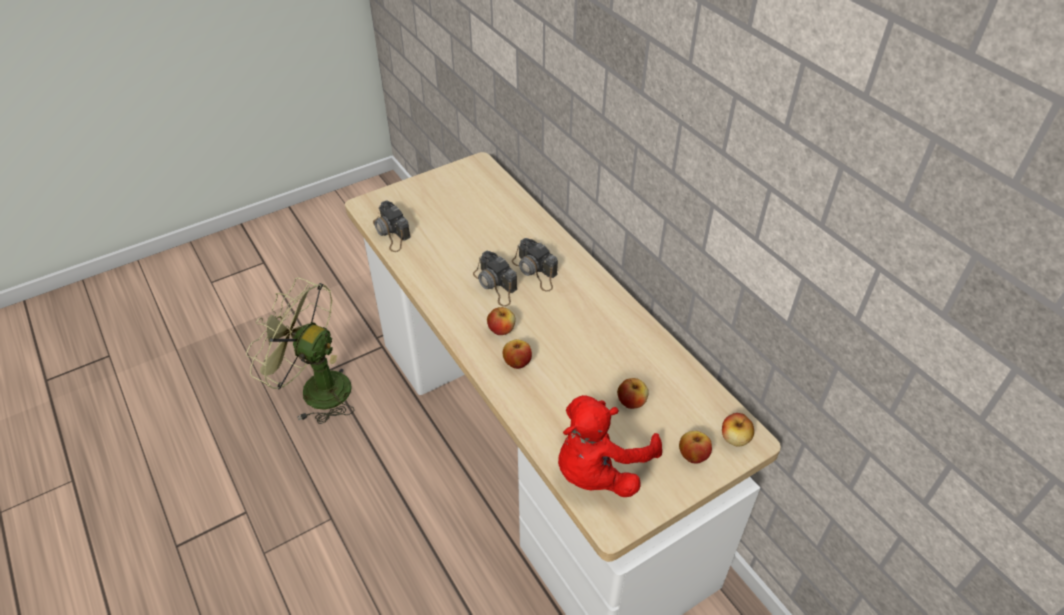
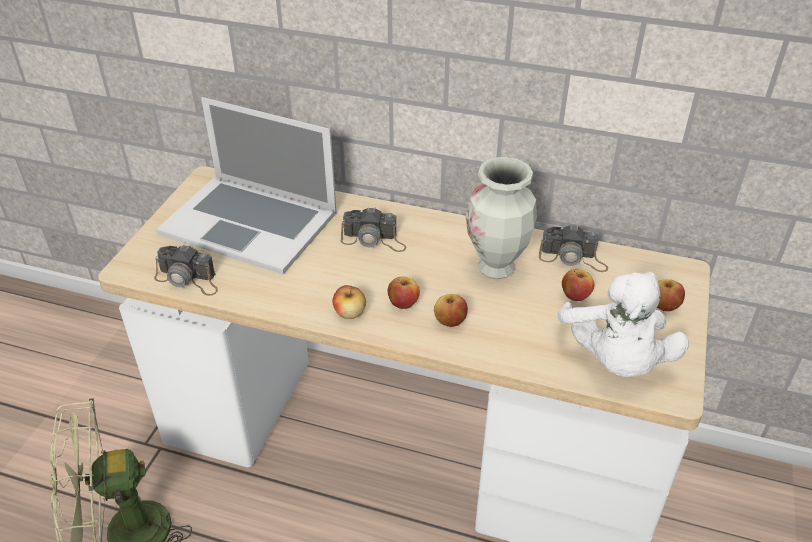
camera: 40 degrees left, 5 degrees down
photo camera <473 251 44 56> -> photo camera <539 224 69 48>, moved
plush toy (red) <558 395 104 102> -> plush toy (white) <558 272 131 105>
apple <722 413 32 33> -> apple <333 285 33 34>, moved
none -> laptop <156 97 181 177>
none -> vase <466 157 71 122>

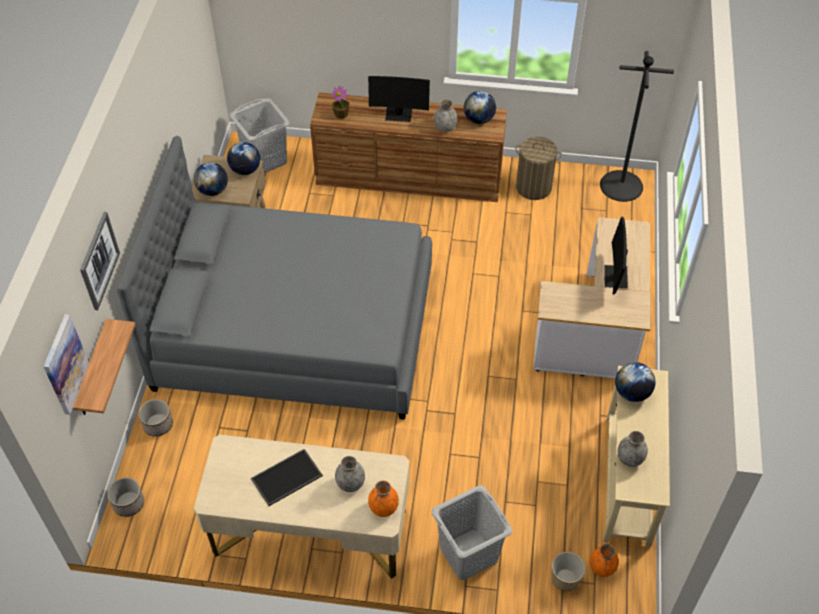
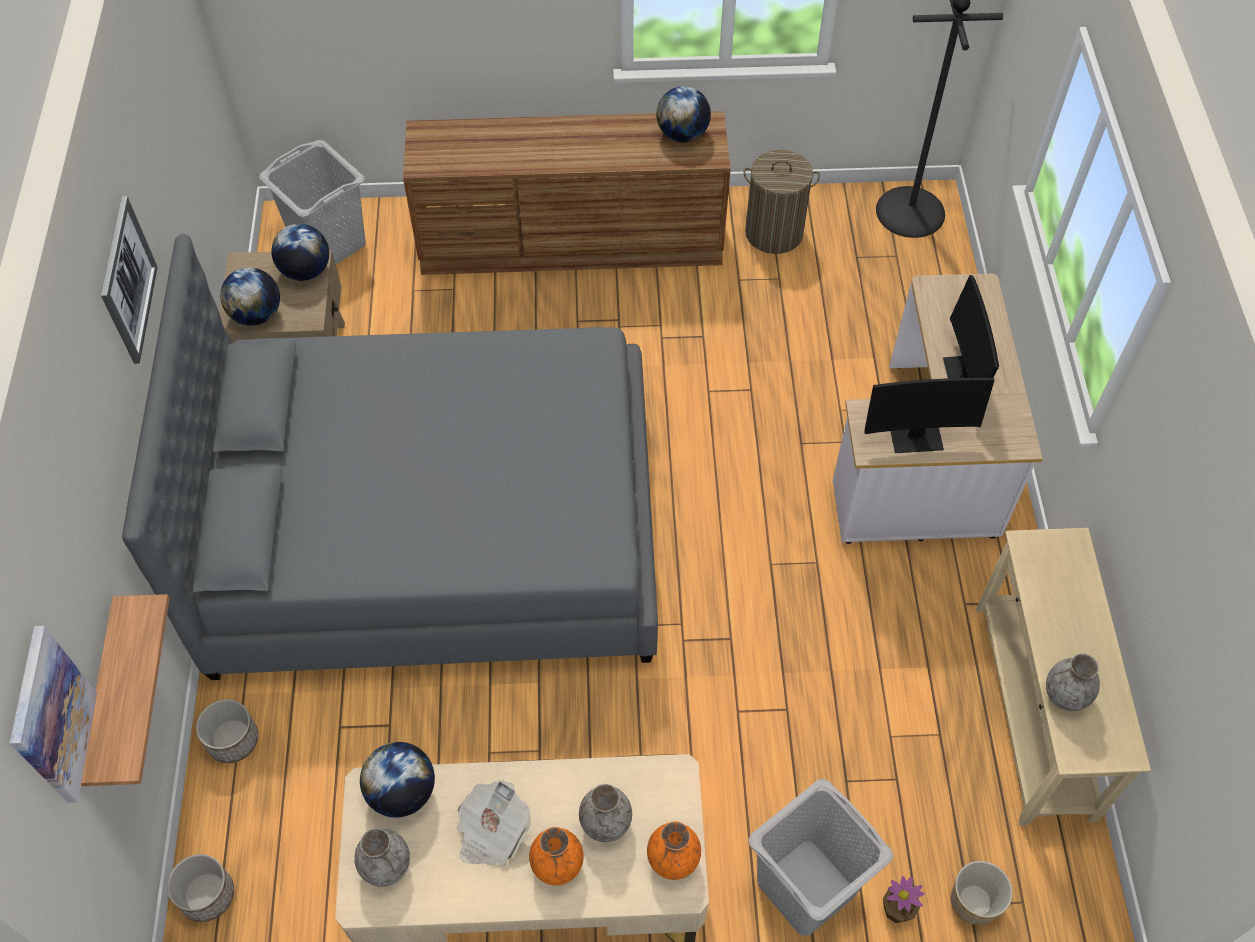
camera: 10 degrees left, 5 degrees up
picture <80 212 40 98> -> picture <101 196 57 168>, moved
tray <251 449 72 57> -> newspaper <457 780 74 87>
potted plant <331 86 18 33> -> potted plant <883 876 42 47>, moved
monitor <368 76 62 46> -> monitor <864 378 130 75>, moved
vase (grey) <434 99 23 33> -> vase (grey) <354 828 56 59>, moved
vase (orange) <590 544 29 33> -> vase (orange) <529 827 55 58>, moved
globe <615 362 40 40> -> globe <360 742 75 76>, moved

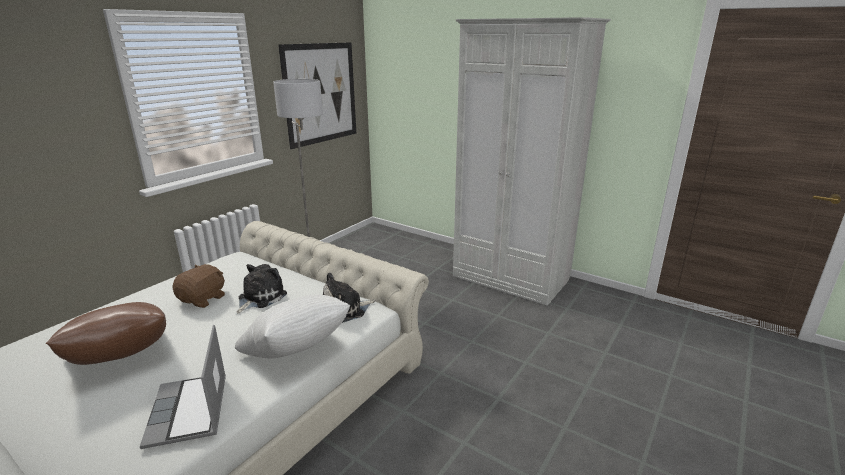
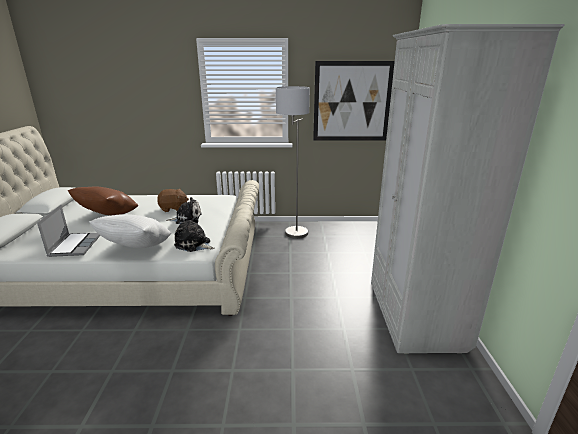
camera: 55 degrees right, 0 degrees up
laptop <140 325 86 124> -> laptop <37 205 63 52>, 135 degrees clockwise

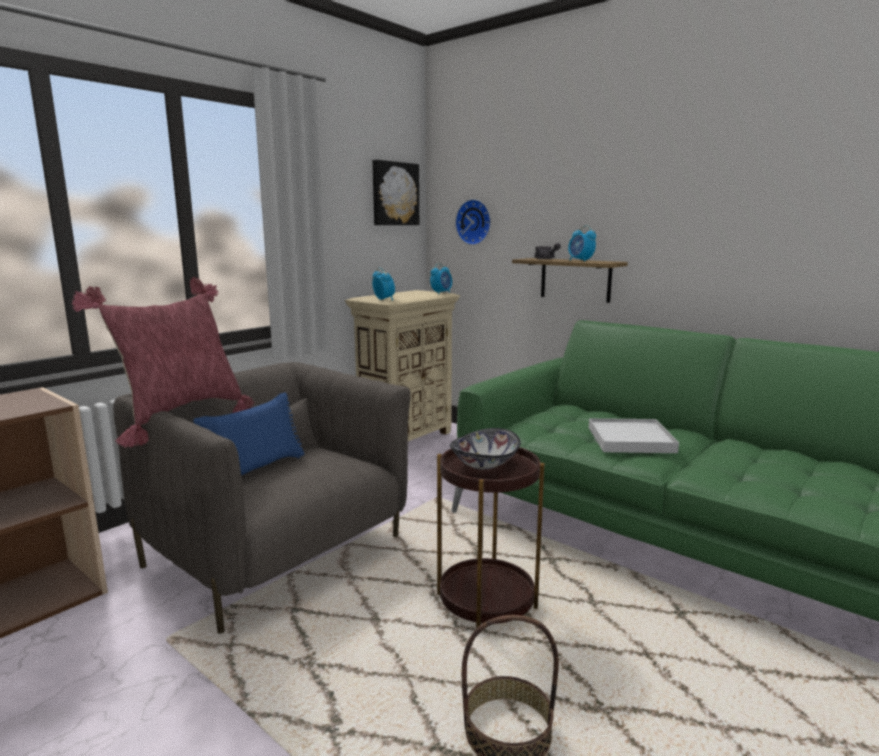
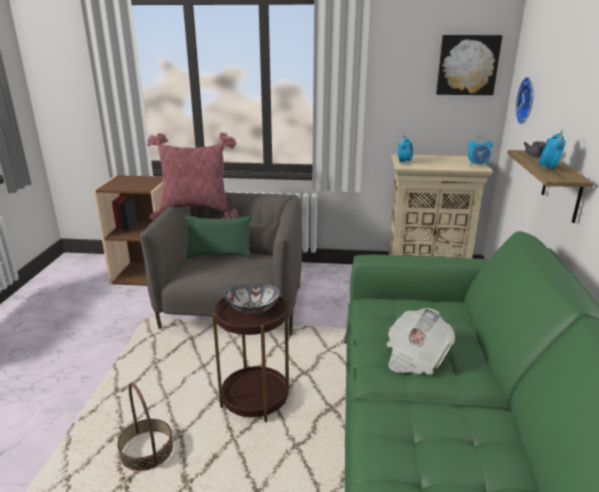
camera: 55 degrees right, 10 degrees up
pillow (blue) <193 392 111 83> -> pillow (green) <185 215 67 44>
tray (white) <589 418 90 35> -> newspaper <386 308 69 67>

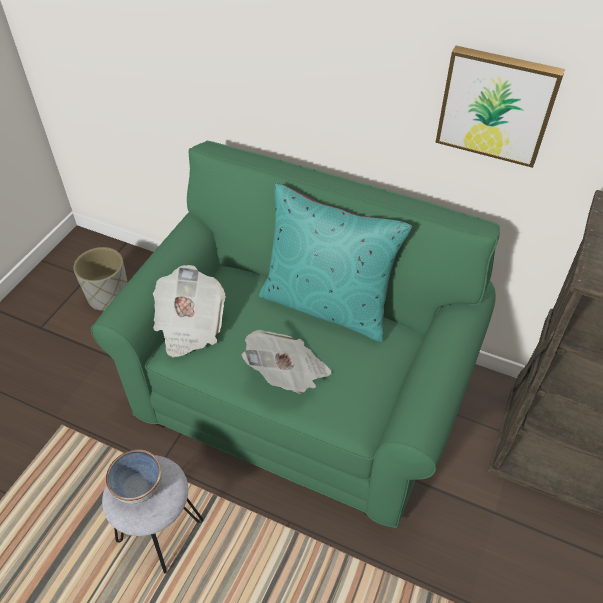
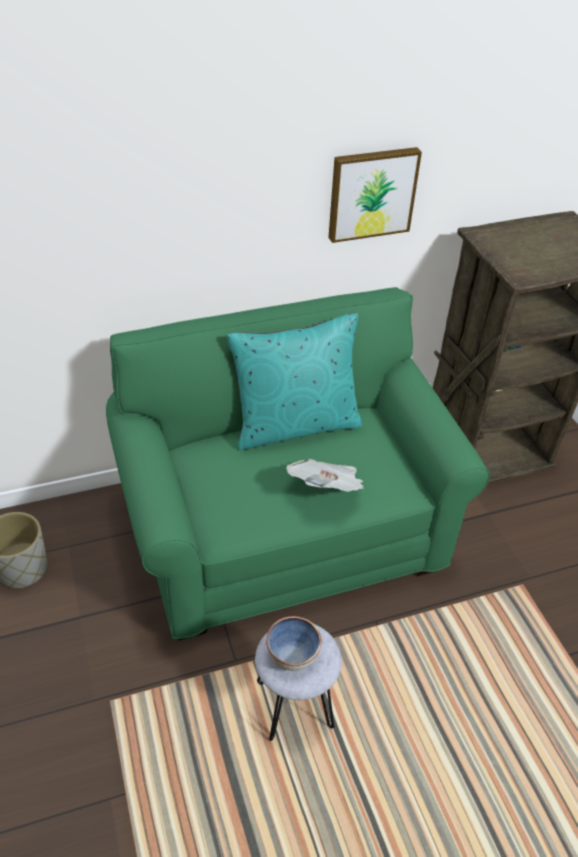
camera: 45 degrees left, 5 degrees down
newspaper <153 265 73 92> -> none

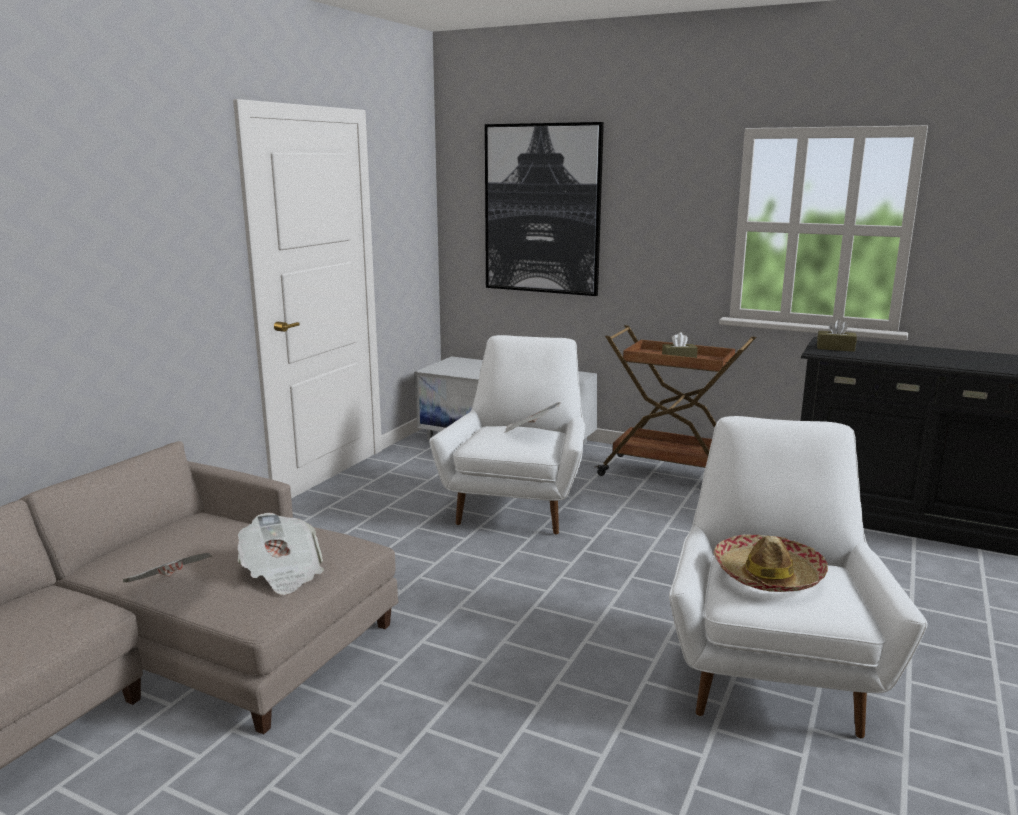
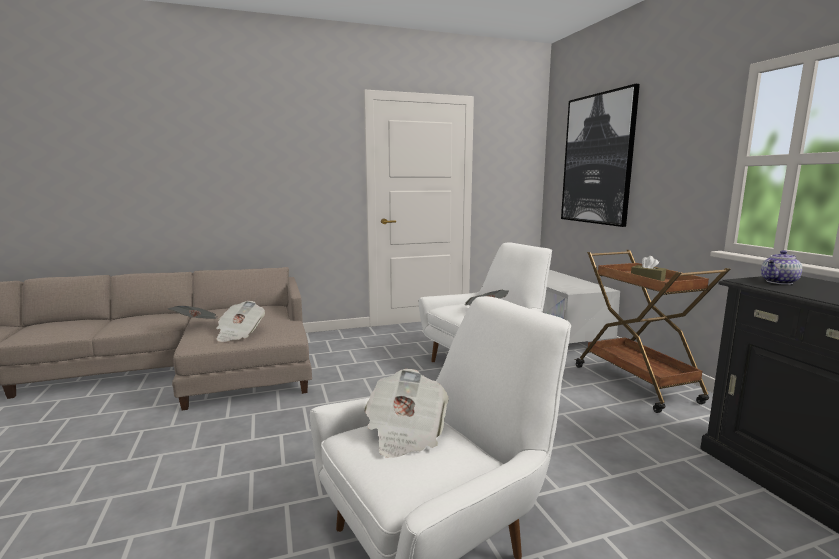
camera: 45 degrees right, 5 degrees down
hat <714 534 114 58> -> newspaper <364 369 85 89>
tissue box (brown) <817 319 40 33> -> teapot <761 250 41 35>

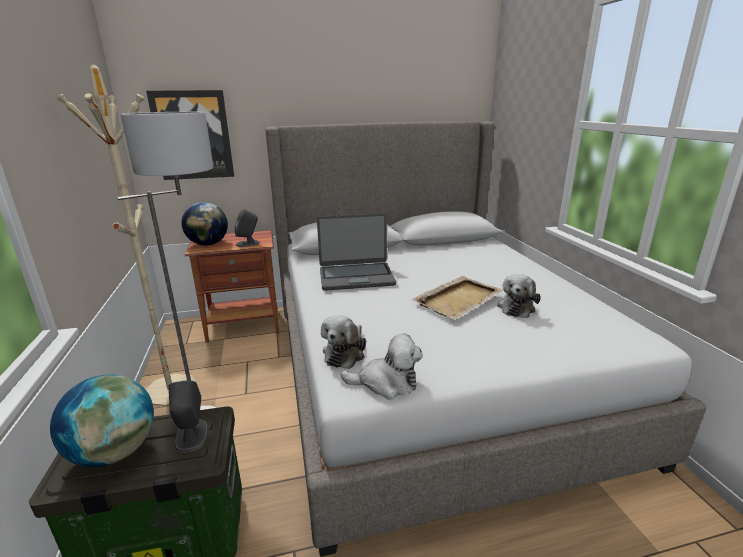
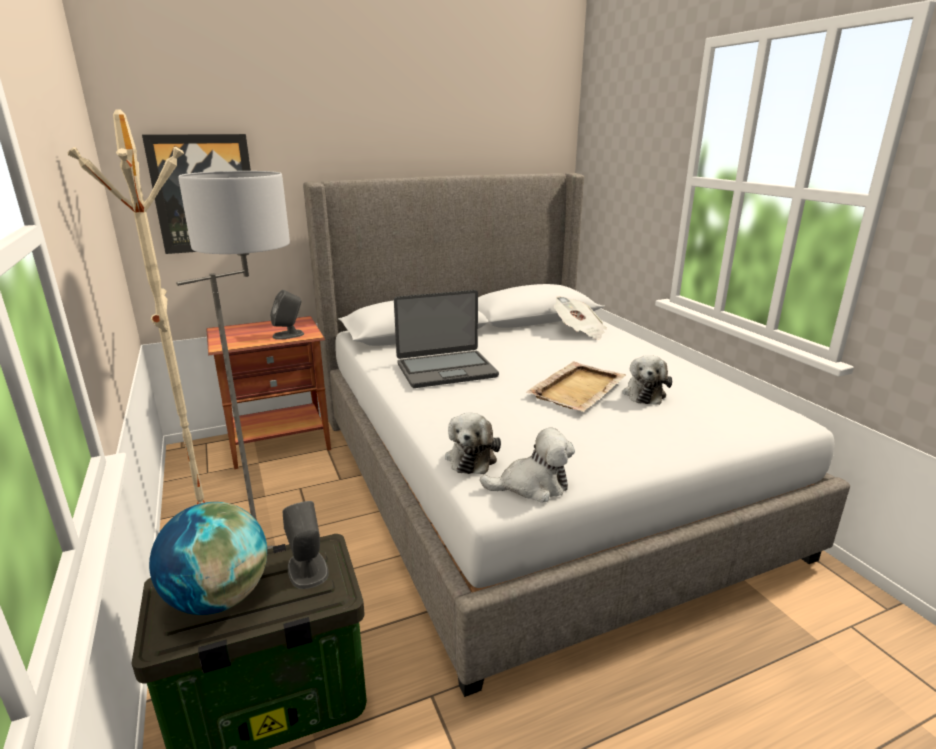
camera: 10 degrees left, 0 degrees up
globe <182 202 46 44> -> none
none -> newspaper <554 296 53 44>

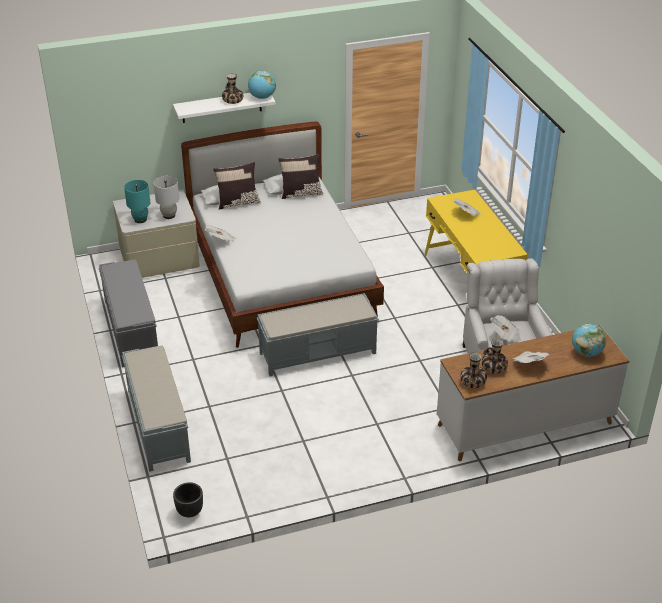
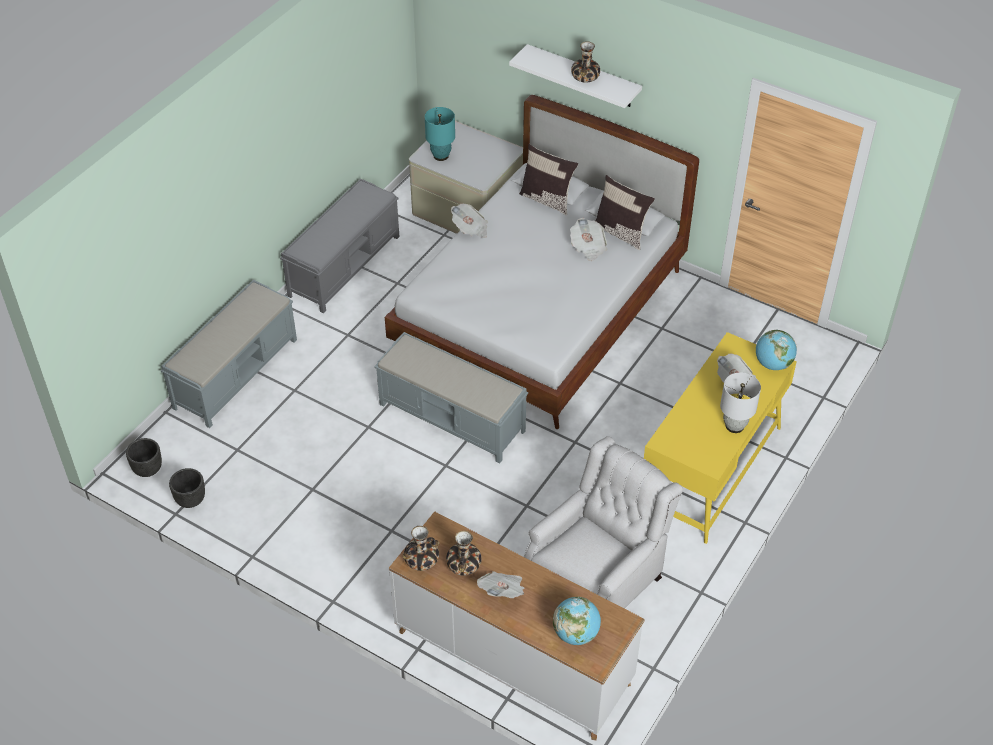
camera: 50 degrees right, 10 degrees up
table lamp (white) <154 176 25 43> -> table lamp (white) <720 372 41 61>, moved
globe <248 71 28 28> -> globe <756 330 41 40>, moved
newspaper <491 315 30 27> -> newspaper <570 218 38 43>, moved
none -> planter (black) <169 468 36 40>

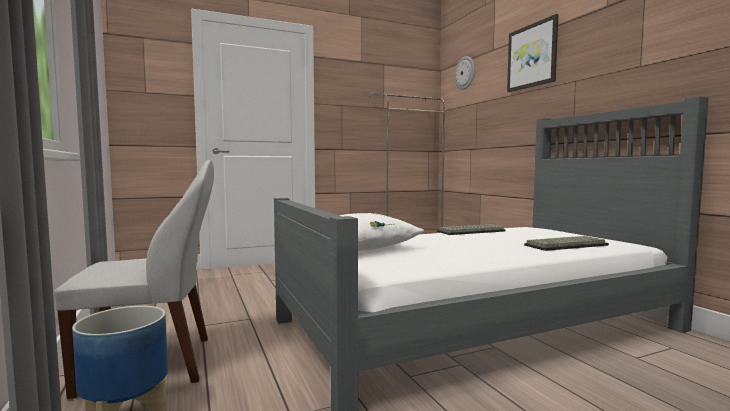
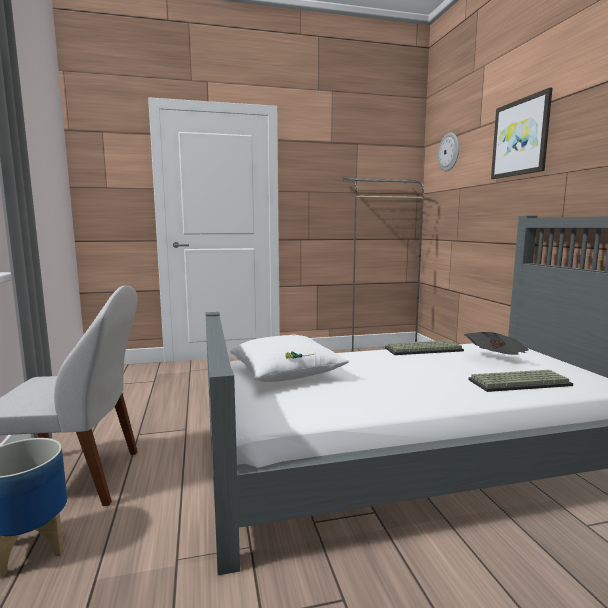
camera: 10 degrees right, 5 degrees up
none -> newspaper <464 332 65 23>

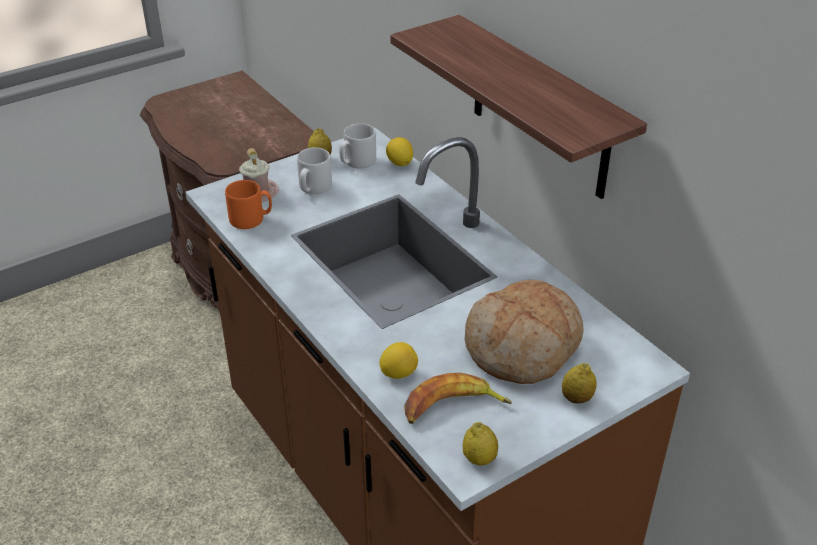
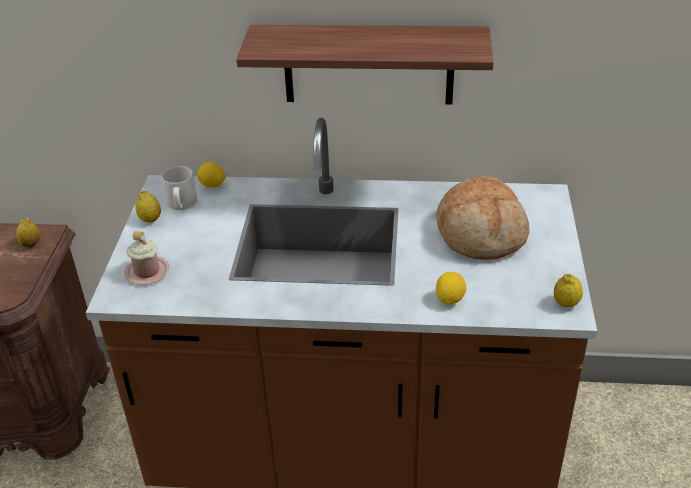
camera: 50 degrees left, 0 degrees up
mug (orange) <225 180 47 49> -> none
mug (grey) <297 147 35 47> -> none
banana <404 373 108 51> -> none
lemon <562 363 35 41> -> lemon <16 218 24 30>, moved

